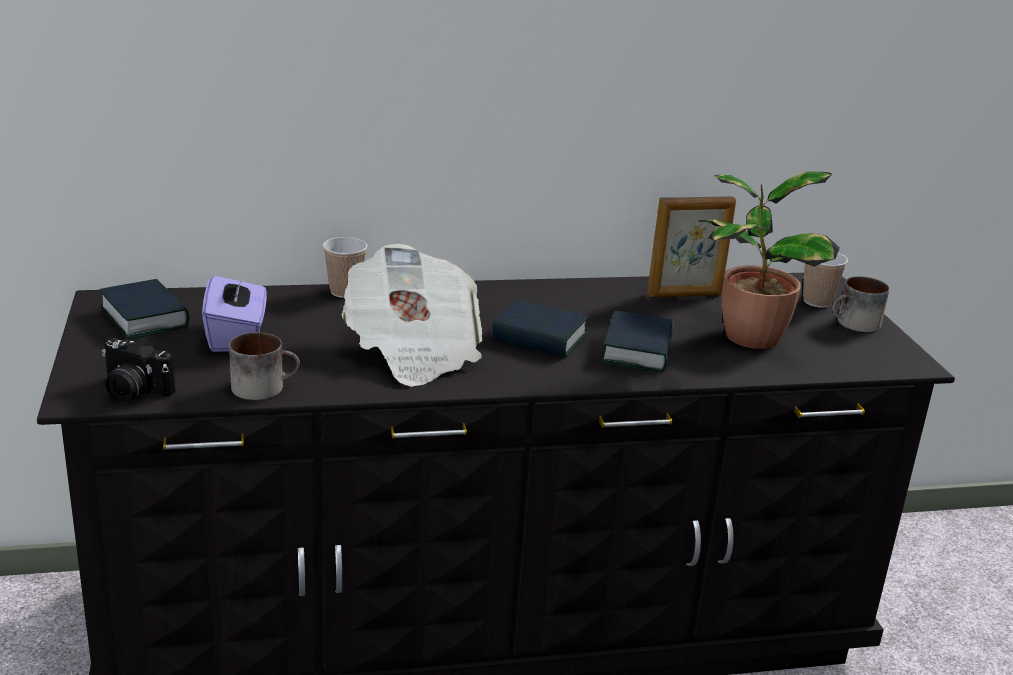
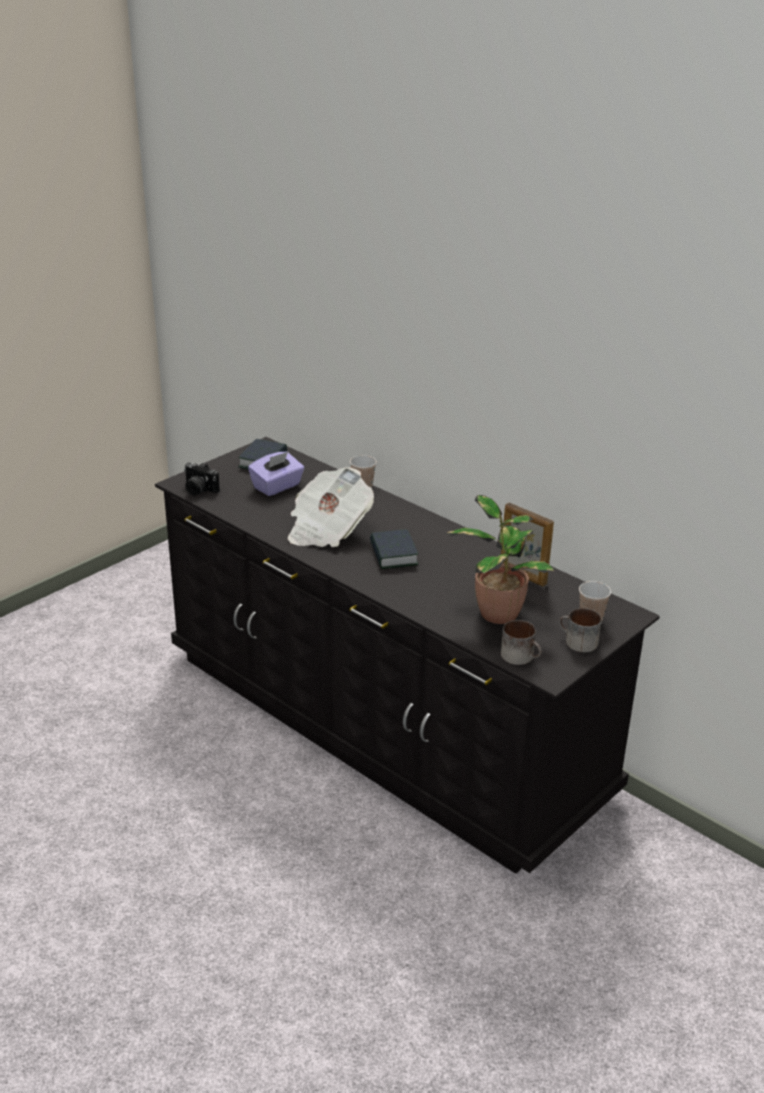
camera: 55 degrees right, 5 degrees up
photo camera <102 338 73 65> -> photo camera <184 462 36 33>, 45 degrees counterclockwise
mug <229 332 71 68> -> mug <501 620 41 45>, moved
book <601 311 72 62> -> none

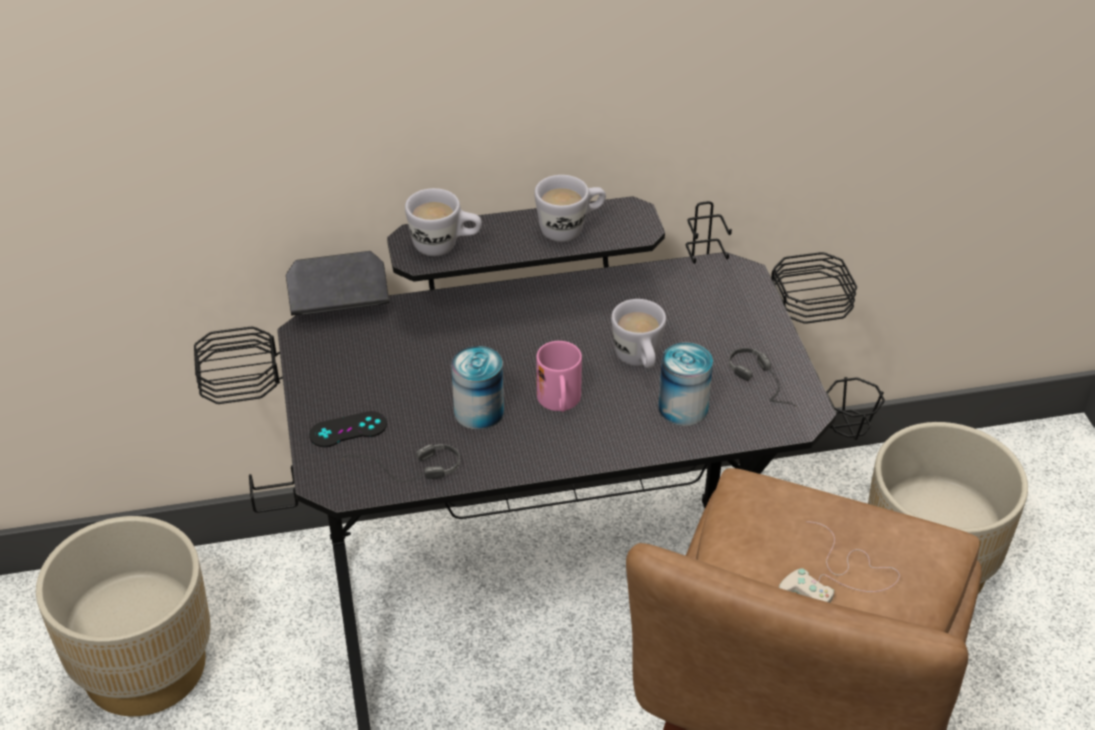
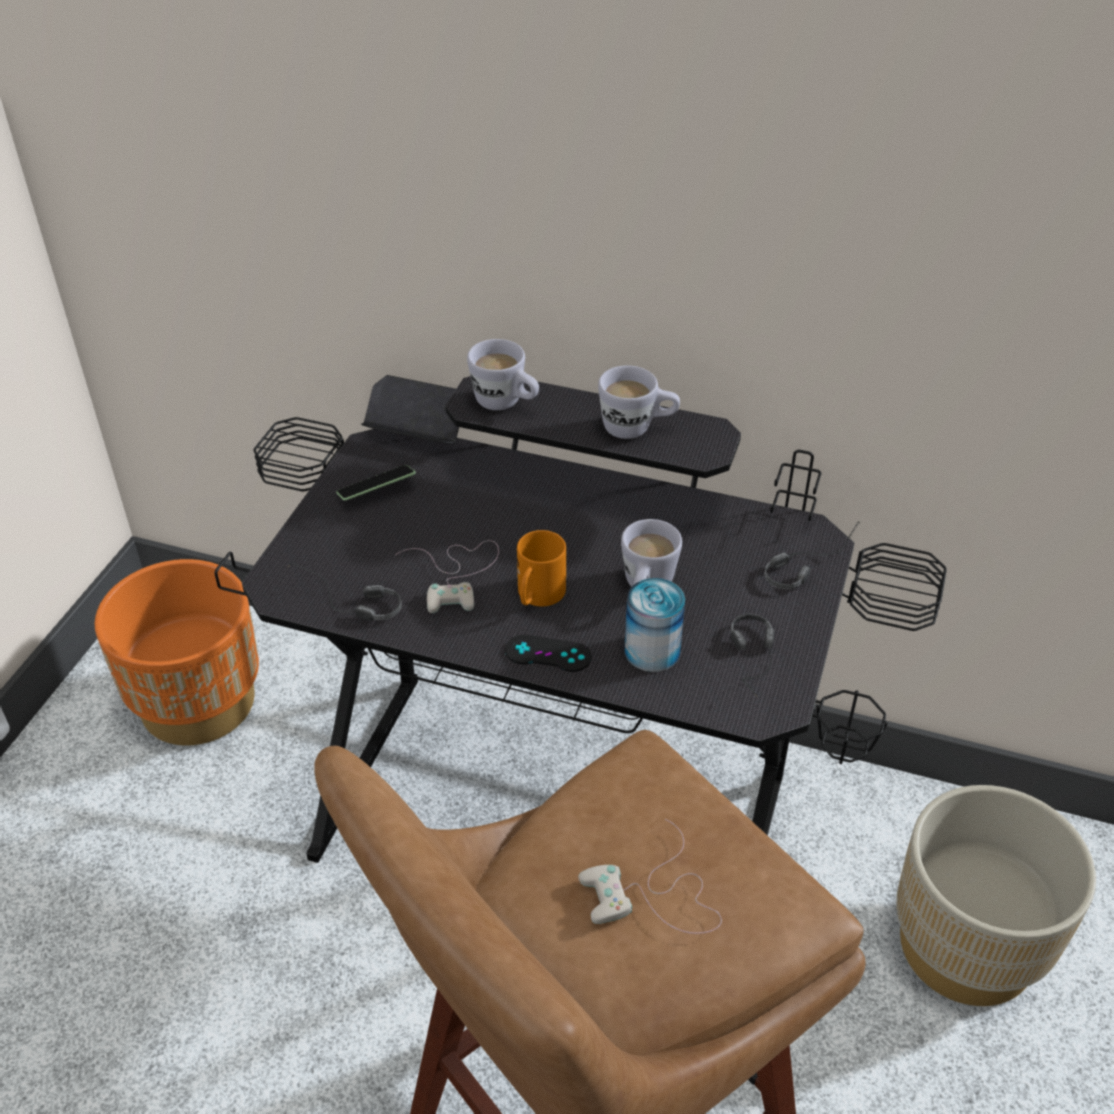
camera: 30 degrees right, 0 degrees up
planter (beige) <36 516 175 200> -> planter (orange) <95 559 164 186>
game controller (black) <309 411 78 36> -> game controller (black) <505 635 86 37>, moved
can <451 346 53 84> -> game controller (white) <394 540 105 73>
mug (pink) <536 341 46 71> -> mug (orange) <517 530 49 76>
none -> phone <336 465 80 36>
none -> headphones <765 521 95 68>

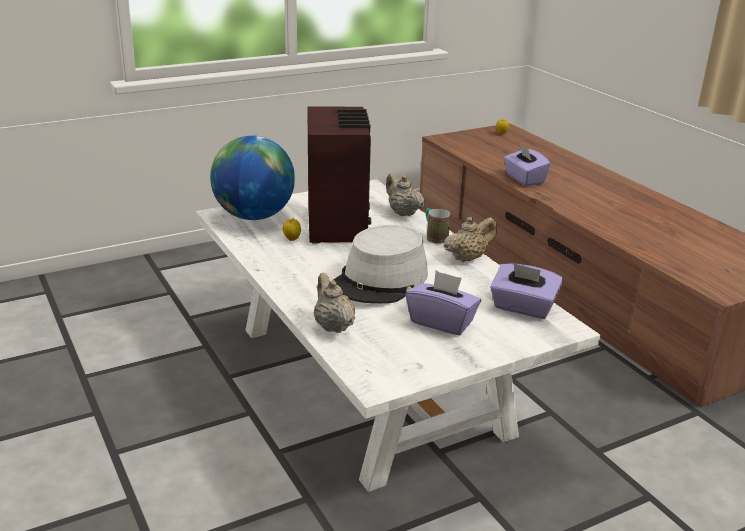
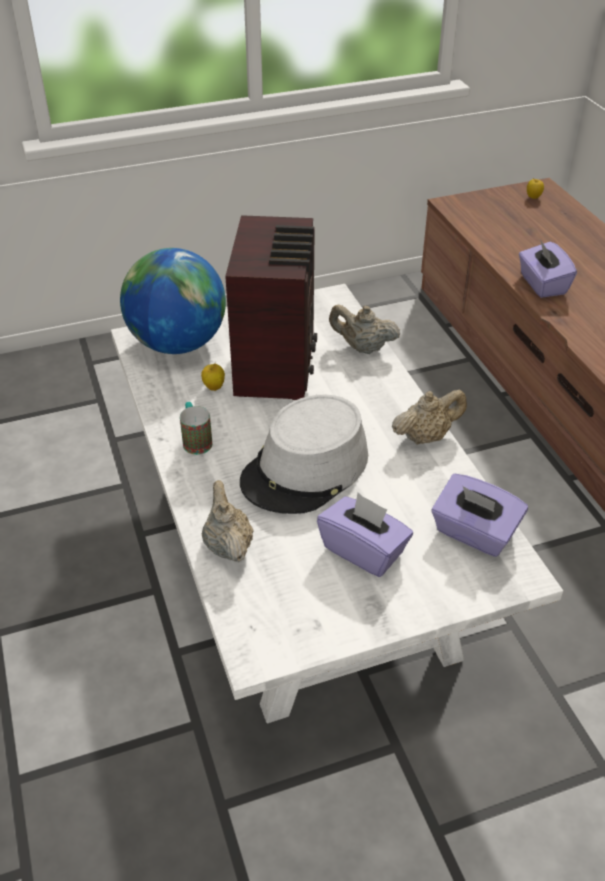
camera: 10 degrees right, 15 degrees up
teapot (beige) <386 173 39 43> -> teapot (beige) <329 305 71 49>, 45 degrees counterclockwise
mug <426 208 25 36> -> mug <180 402 32 53>, moved

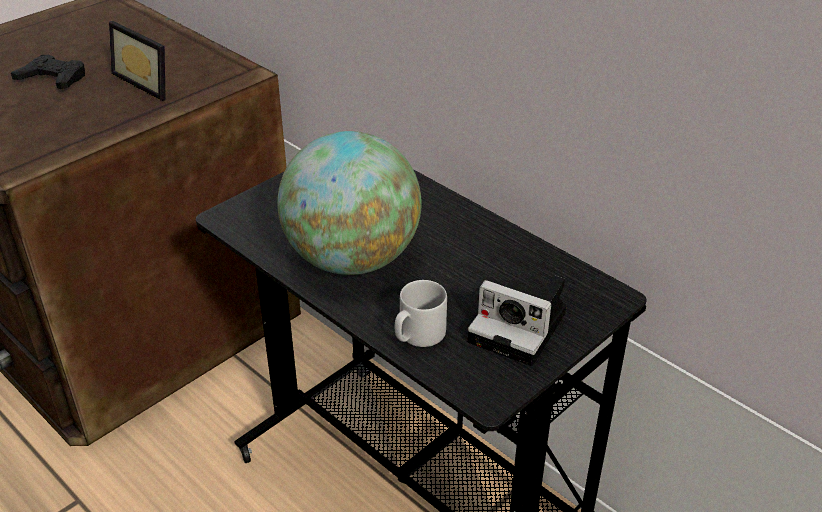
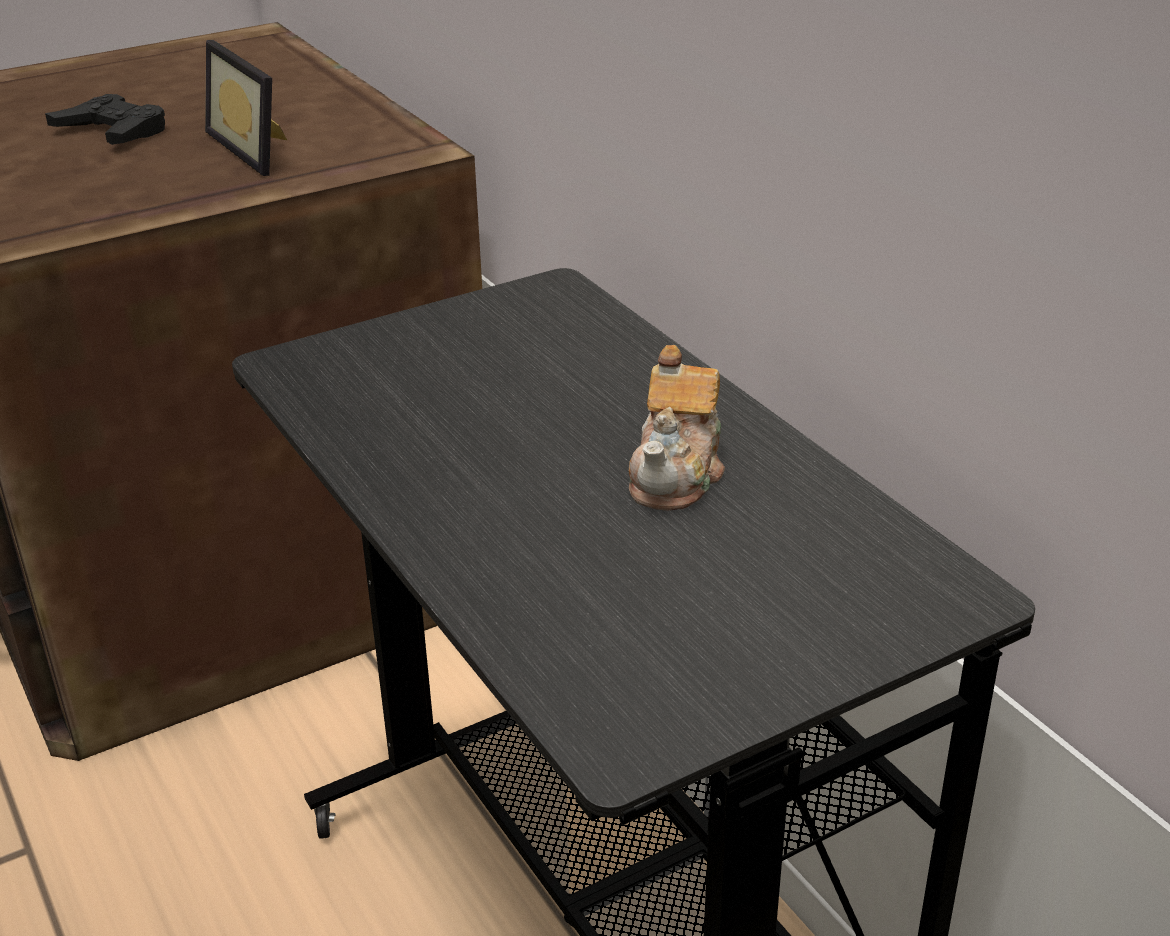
camera: 15 degrees right, 5 degrees down
globe <277 131 145 144> -> none
mug (grey) <395 280 52 67> -> none
photo camera <468 276 99 90> -> none
none -> teapot <629 345 96 166>

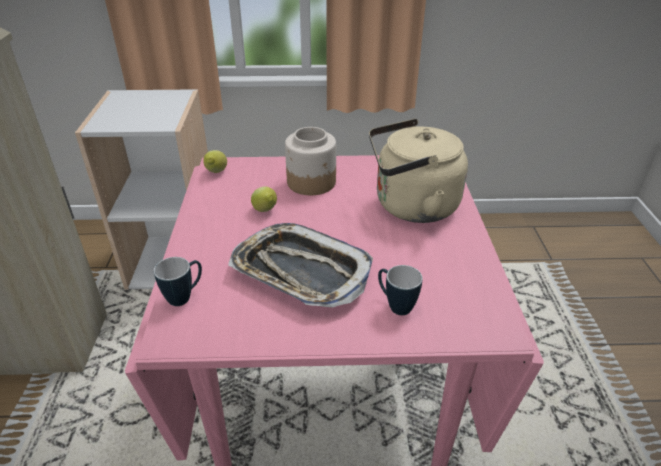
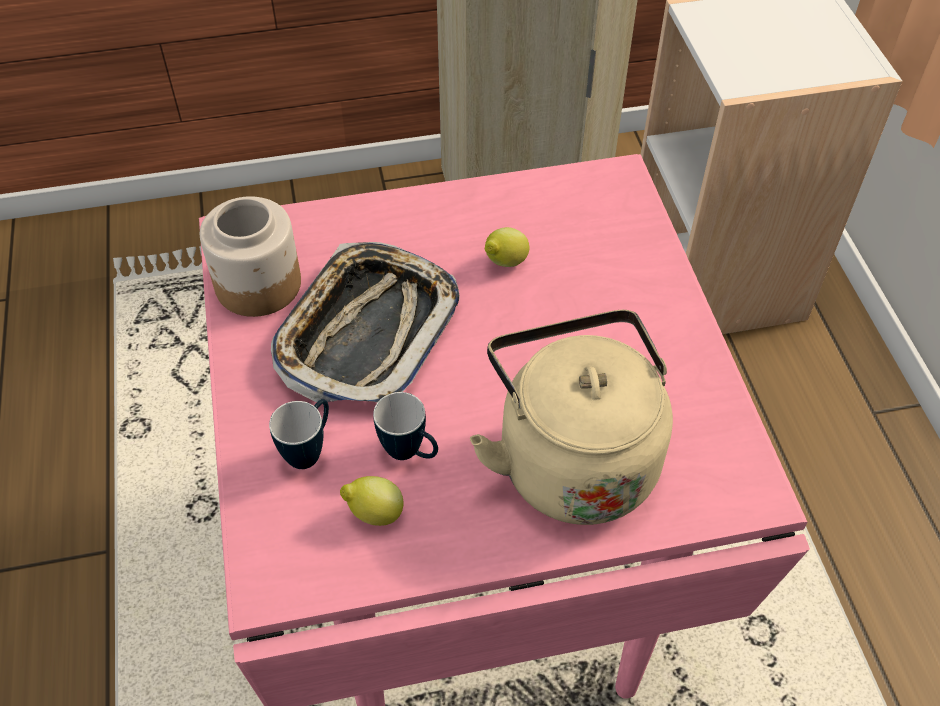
camera: 80 degrees right, 15 degrees up
mug <154 257 48 49> -> mug <373 392 65 68>, moved
lemon <203 150 24 23> -> lemon <340 476 63 50>, moved
jar <285 127 51 68> -> jar <200 196 101 121>, moved

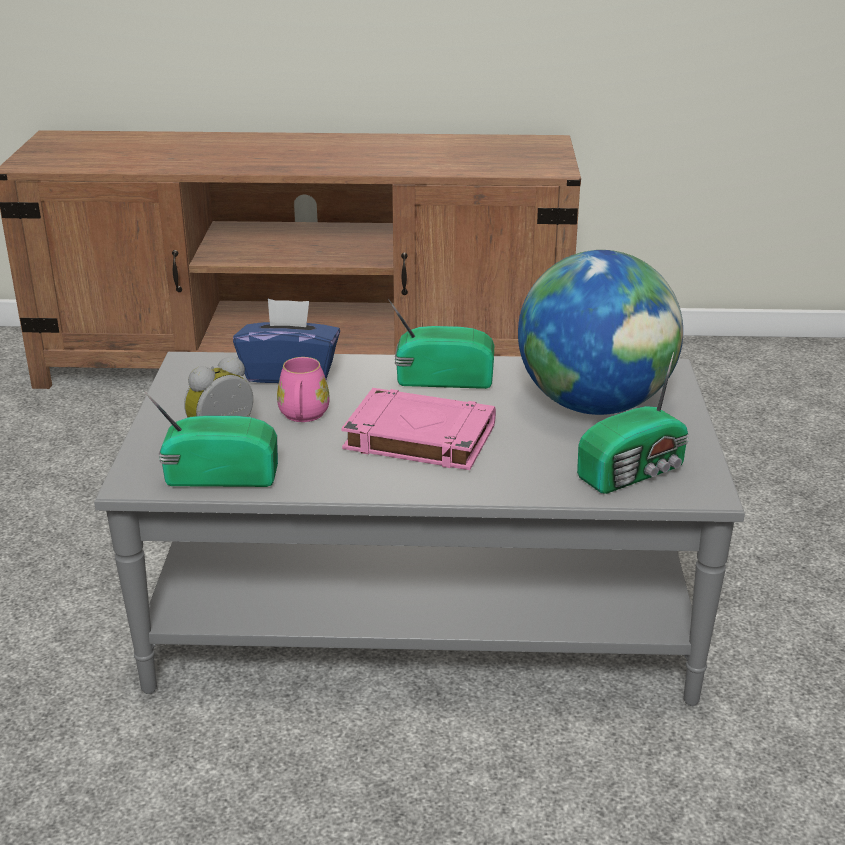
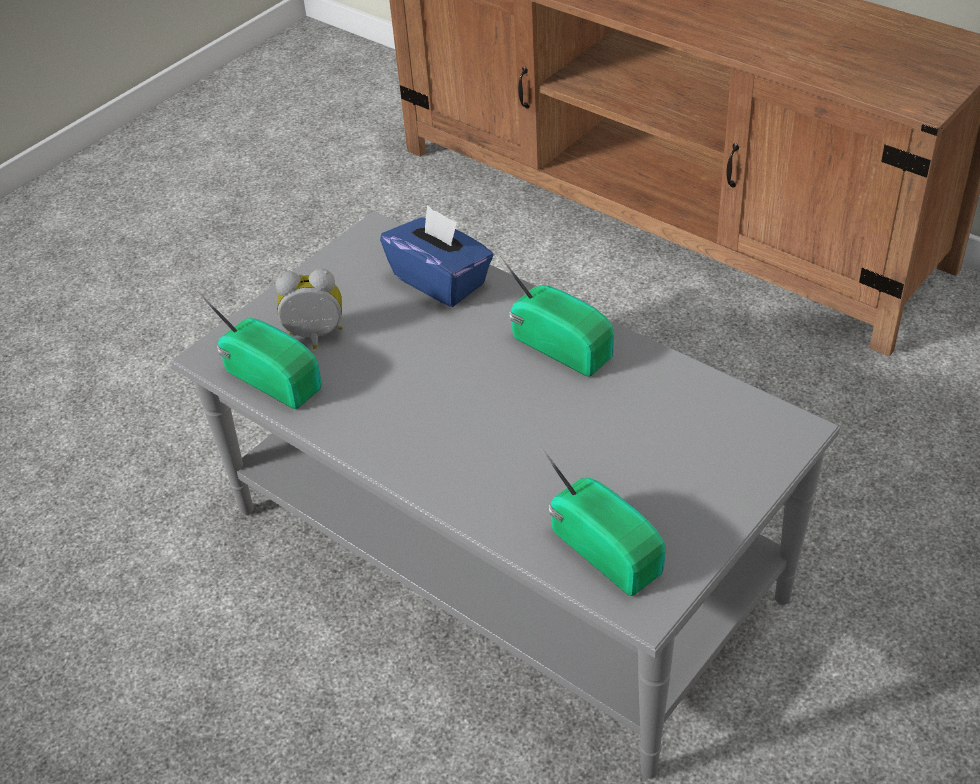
camera: 40 degrees right, 15 degrees up
mug (pink) <277 357 53 65> -> none
book (pink) <341 388 155 82> -> none
globe <518 250 165 165> -> none
radio <577 352 112 142> -> radio <541 447 125 149>, 135 degrees counterclockwise

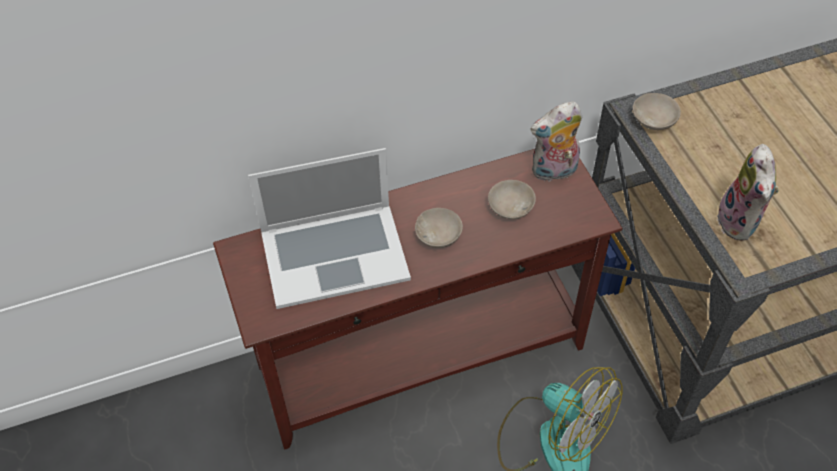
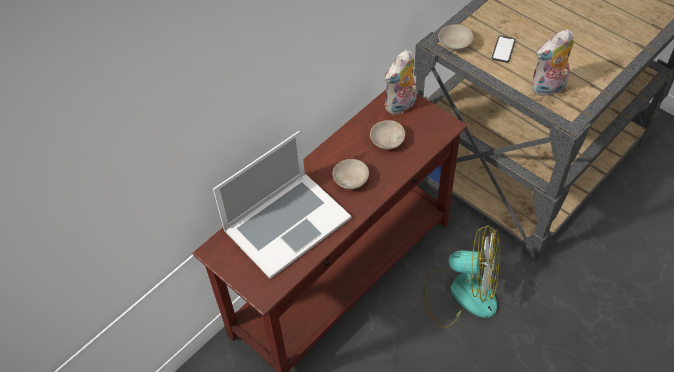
camera: 25 degrees left, 0 degrees up
plush toy <715 144 64 97> -> plush toy <531 29 43 67>, 90 degrees clockwise
none -> phone <492 35 24 28>

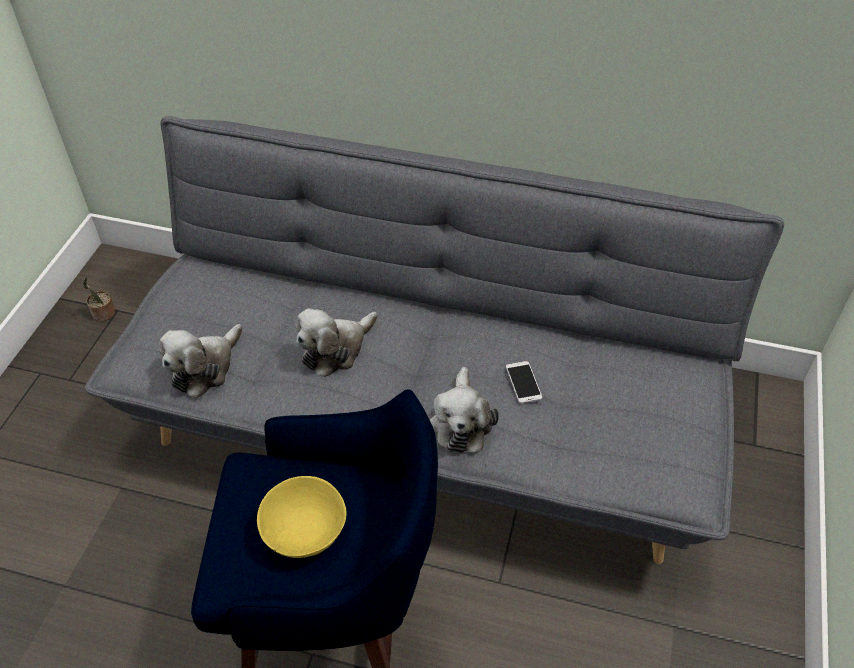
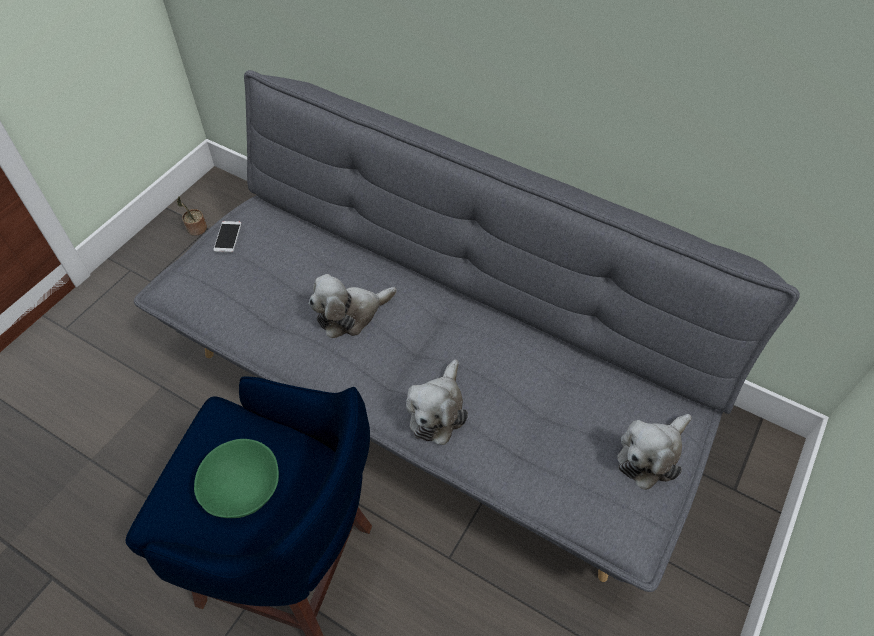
camera: 15 degrees right, 5 degrees up
plush toy <159 324 84 74> -> plush toy <618 414 74 76>, moved
bowl (yellow) <257 476 90 82> -> bowl (green) <194 439 85 79>
phone <506 361 36 43> -> phone <213 221 29 32>, moved

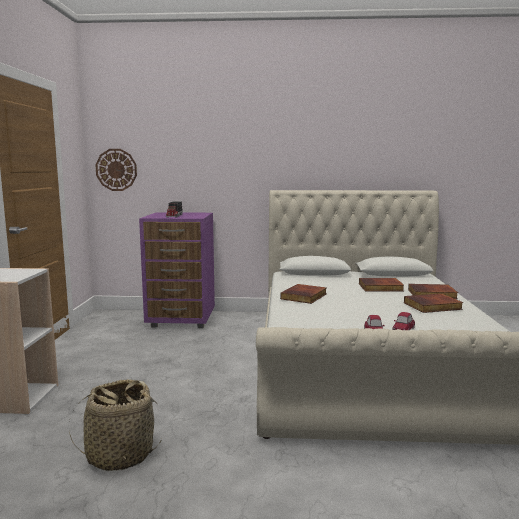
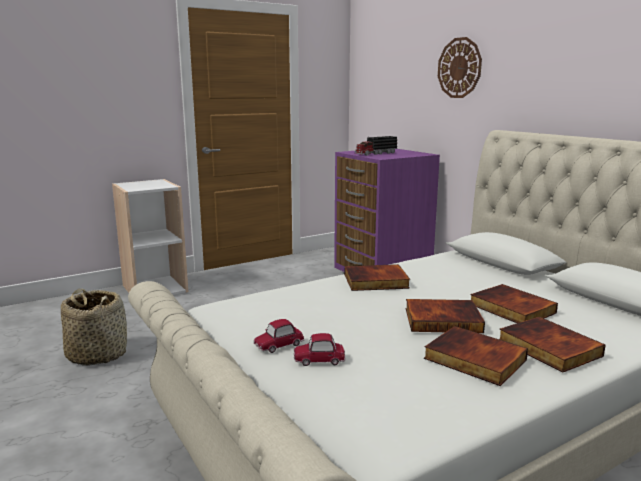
camera: 55 degrees right, 5 degrees up
wall clock <95 149 42 42> -> wall clock <438 37 44 61>, moved
none -> book <406 299 79 34>

